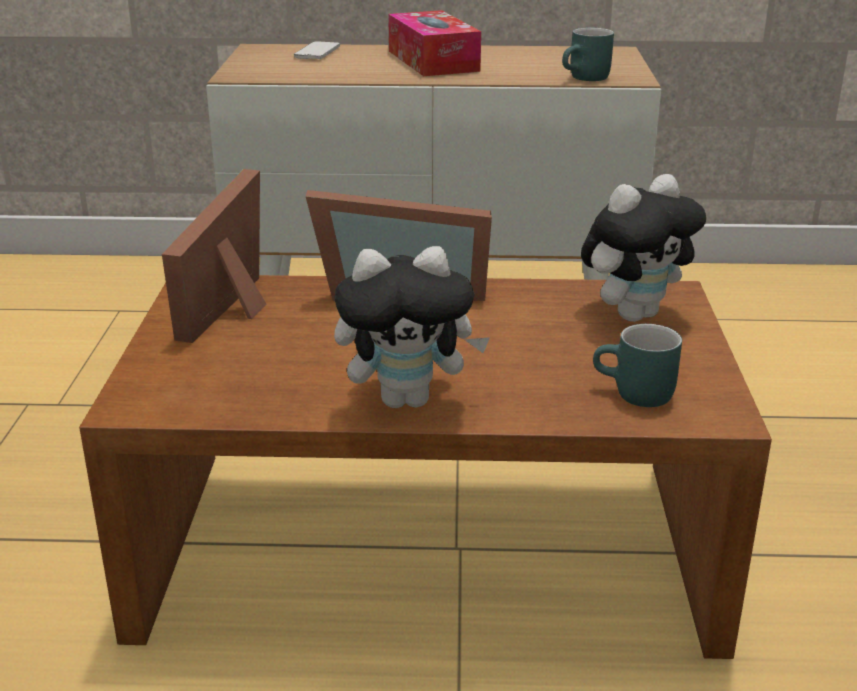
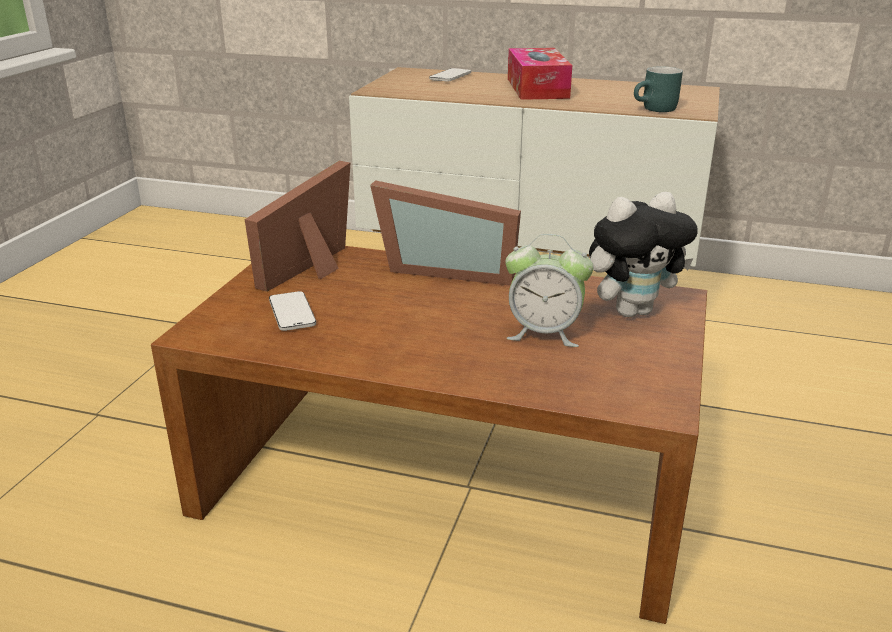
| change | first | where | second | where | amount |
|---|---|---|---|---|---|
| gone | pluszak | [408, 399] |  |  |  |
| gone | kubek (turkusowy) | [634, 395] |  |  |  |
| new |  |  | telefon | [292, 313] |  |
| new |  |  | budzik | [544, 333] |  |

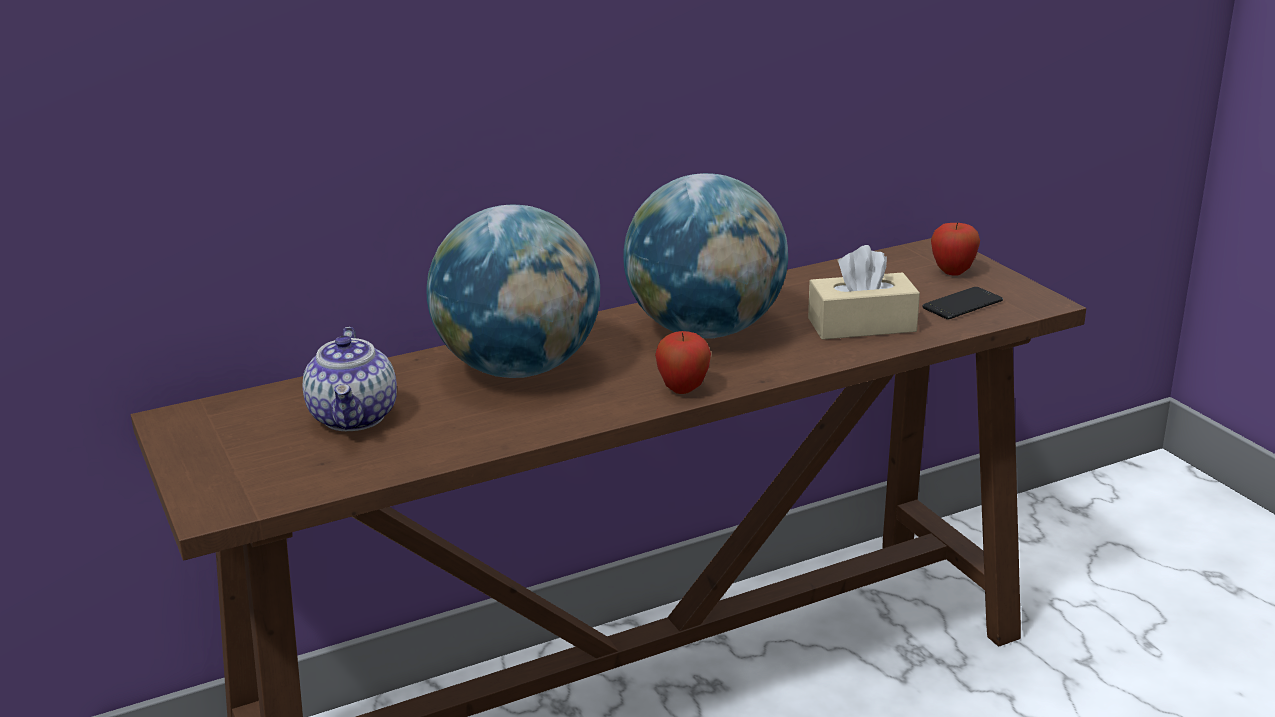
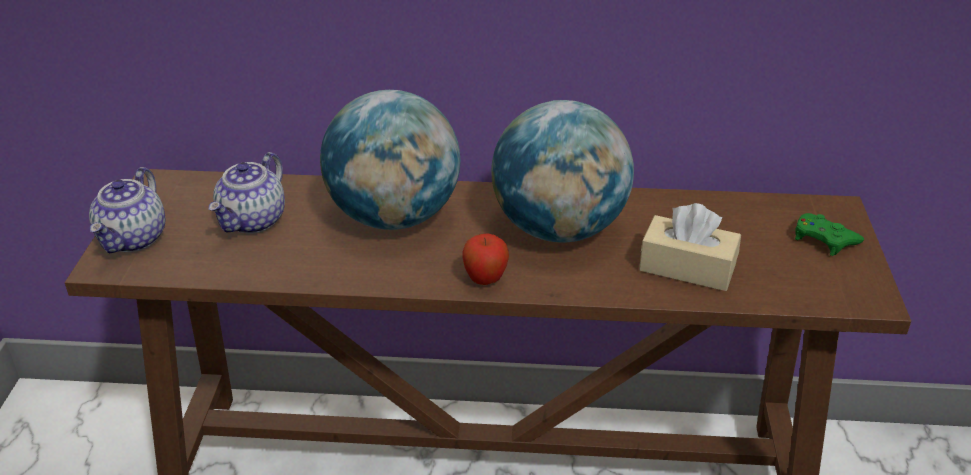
| change | first | where | second | where | amount |
|---|---|---|---|---|---|
| gone | telefon | [962, 304] |  |  |  |
| swapped | jabłko | [952, 272] | pad do gier (zielony) | [824, 239] |  |
| new |  |  | imbryk | [134, 239] |  |

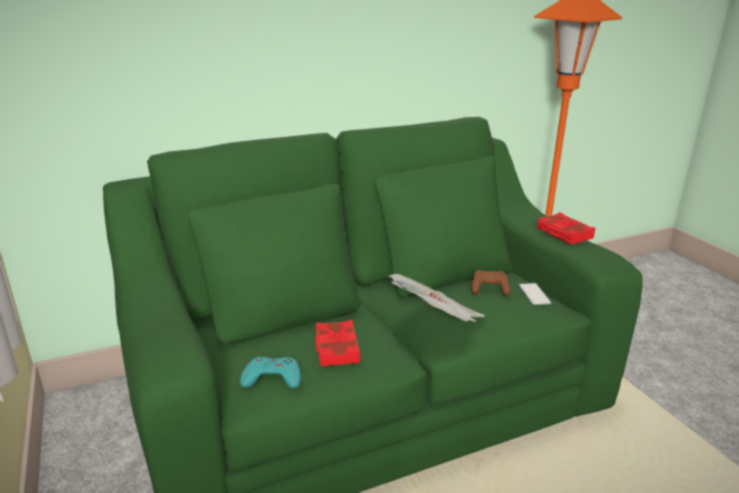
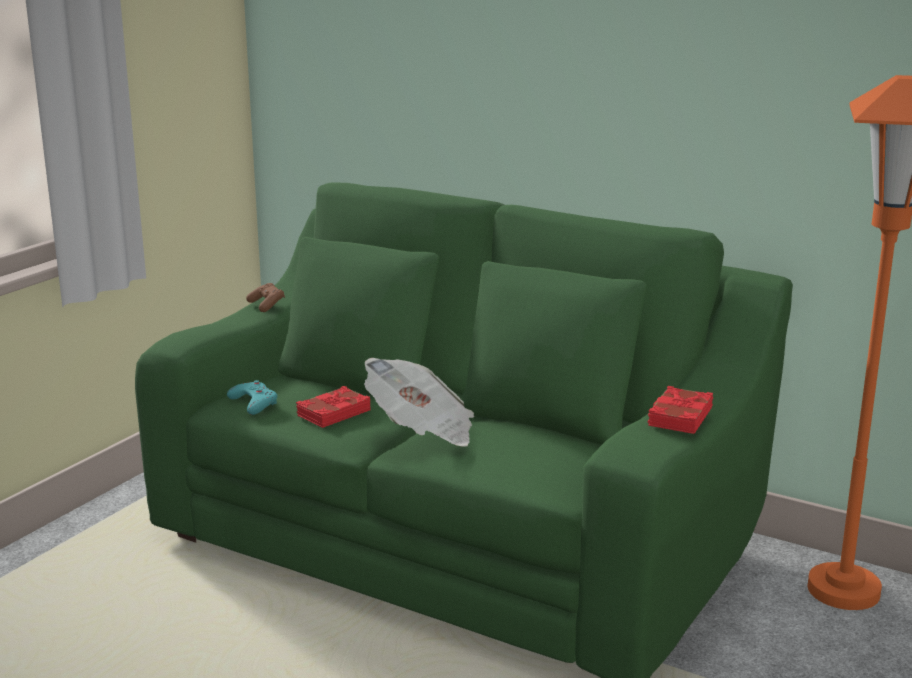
| change | first | where | second | where | amount |
|---|---|---|---|---|---|
| shifted | pad do gier (brązowy) | [489, 289] |  | [266, 305] |  |
| gone | telefon | [534, 294] |  |  |  |

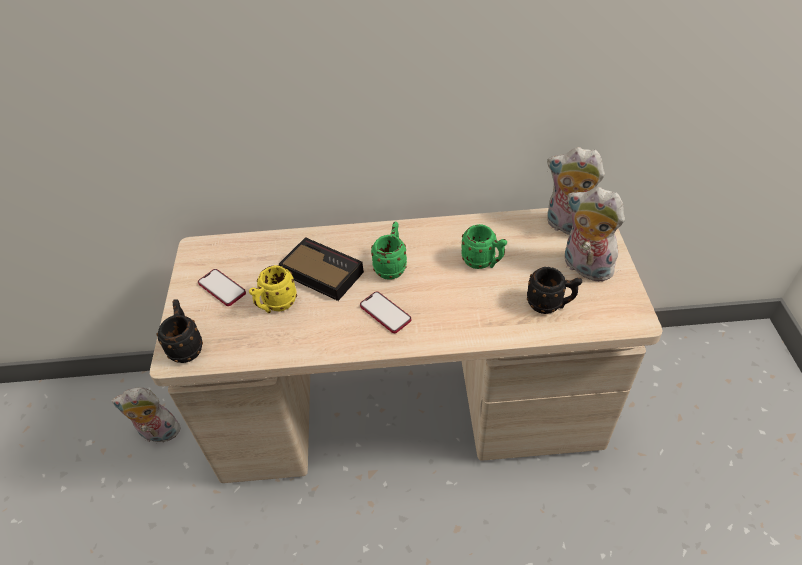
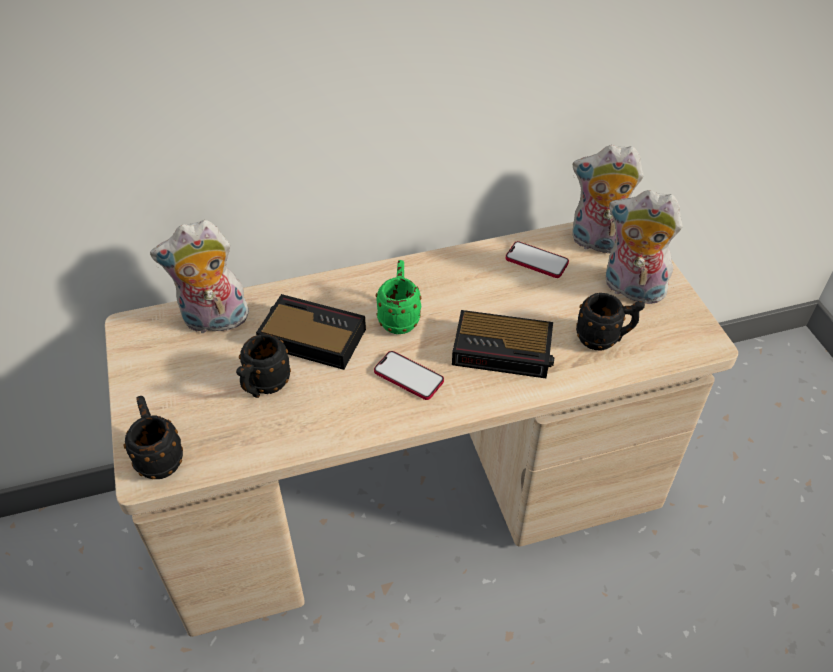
| change | first | where | second | where | amount |
|---|---|---|---|---|---|
| shifted | pluszak | [158, 434] |  | [214, 321] |  |
| shifted | telefon | [222, 288] |  | [536, 261] |  |
| repainted | kubek (żółty) | [276, 305] | kubek (czarny) | [264, 386] |  |
| gone | kubek (zielony) | [483, 262] |  |  |  |
| new |  |  | budzik | [504, 350] |  |

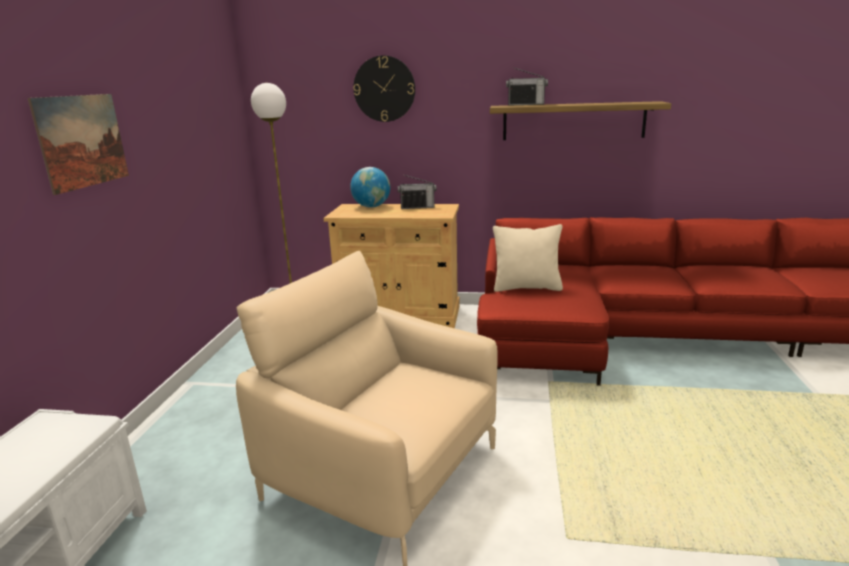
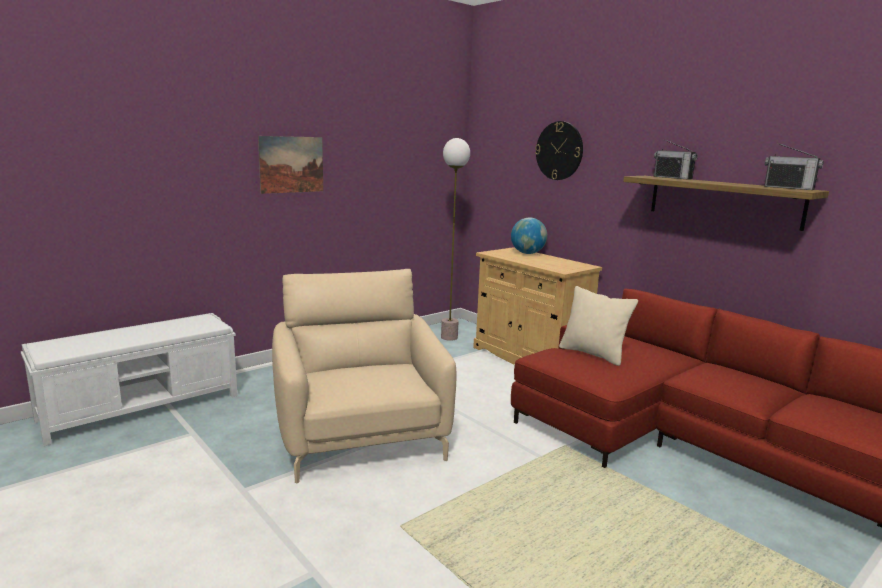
| change | first | where | second | where | amount |
|---|---|---|---|---|---|
| shifted | radio | [417, 207] |  | [789, 188] |  |

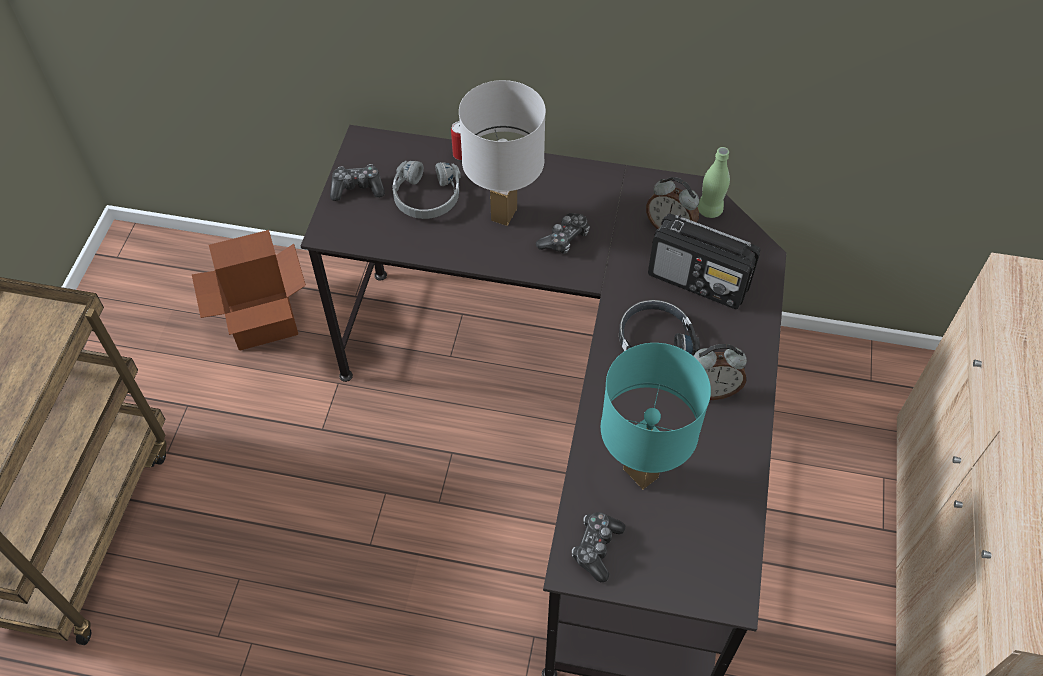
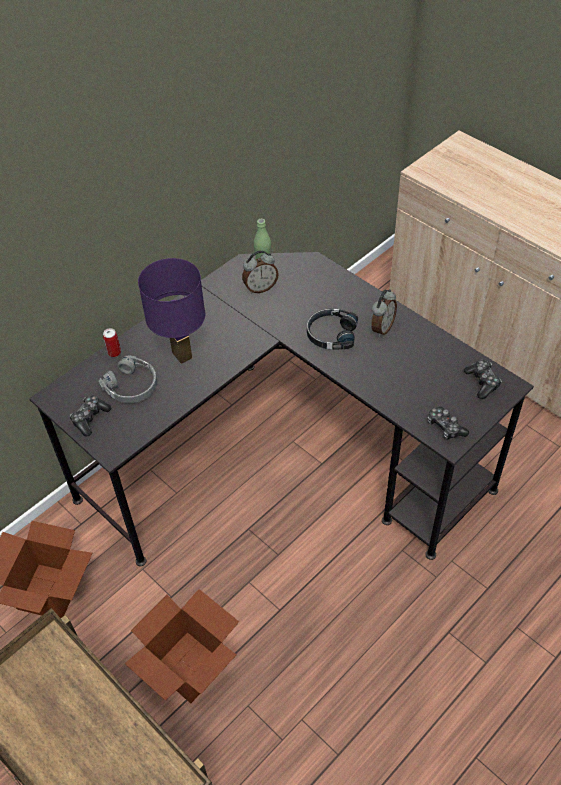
| change | first | where | second | where | amount |
|---|---|---|---|---|---|
| repainted | lampa stołowa (biały) | [503, 213] | lampa stołowa (fioletowy) | [181, 355] |  |
| shifted | pad do gier | [564, 239] |  | [482, 382] |  |
| gone | lampa stołowa (turkusowy) | [641, 473] |  |  |  |
| gone | radio | [699, 281] |  |  |  |
| new |  |  | karton | [189, 667] |  |

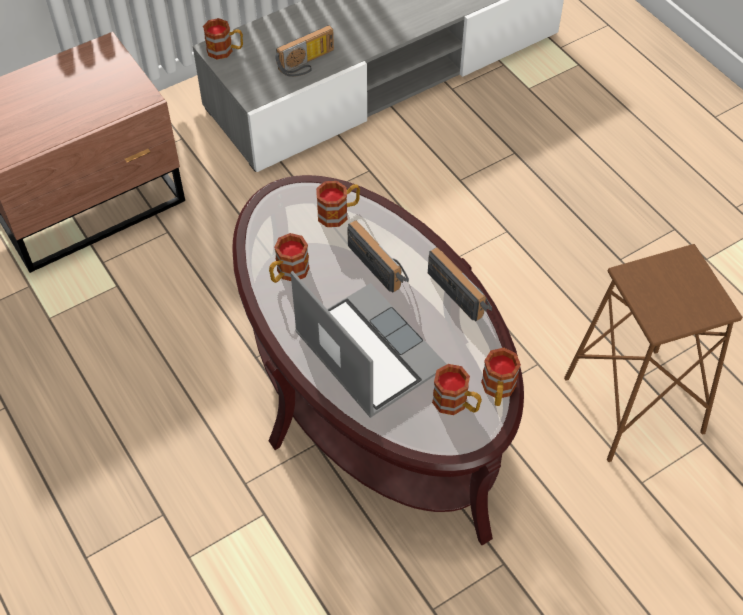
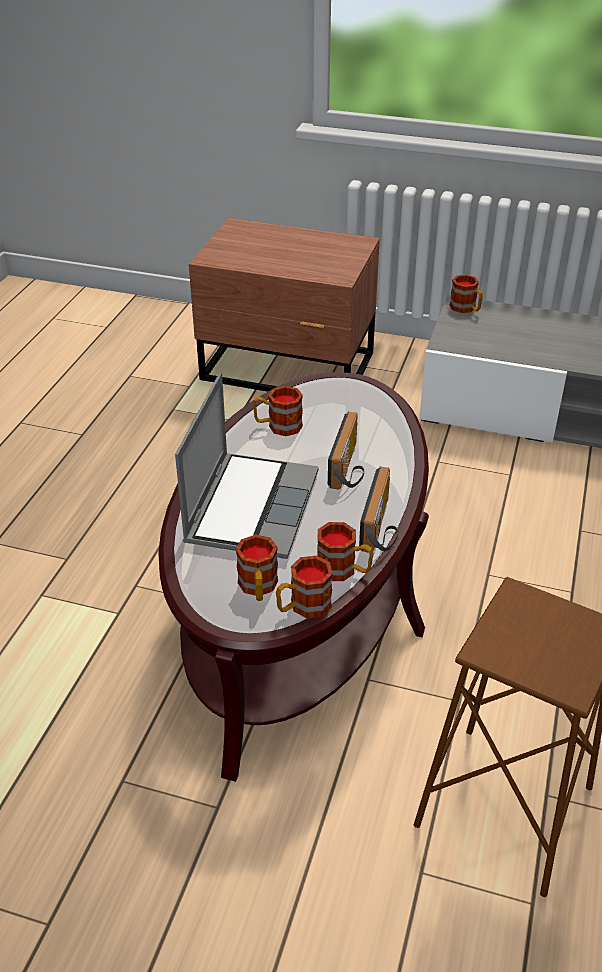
| change | first | where | second | where | amount |
|---|---|---|---|---|---|
| gone | radio | [307, 64] |  |  |  |
| shifted | kubek | [339, 213] |  | [344, 570] |  |

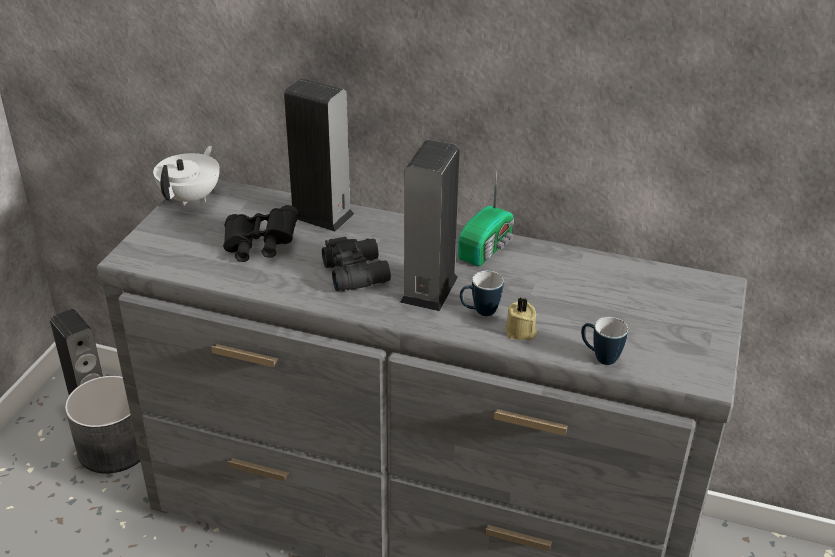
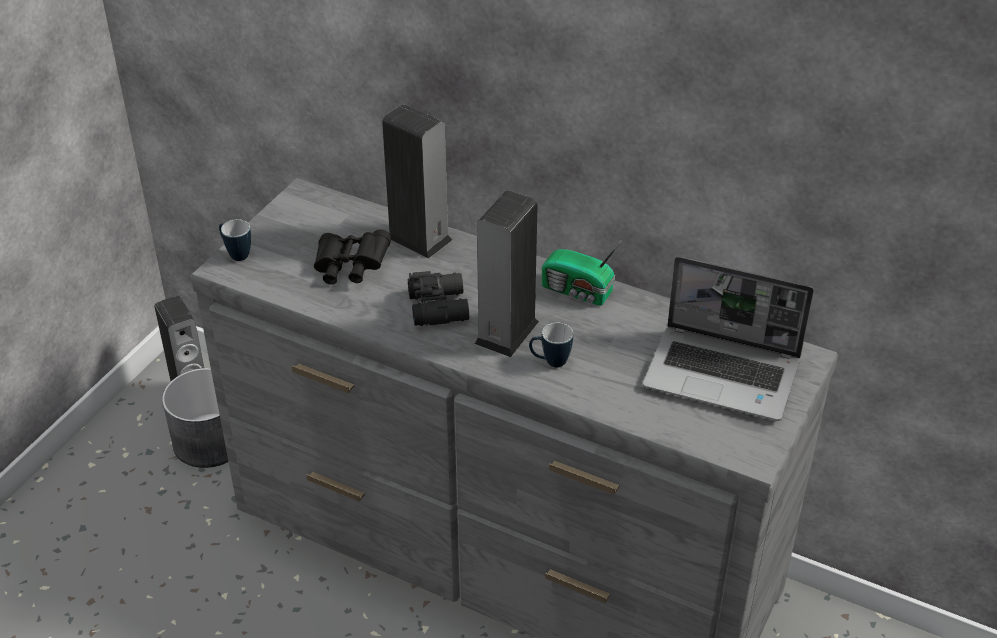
| change | first | where | second | where | amount |
|---|---|---|---|---|---|
| gone | imbryk (biały) | [191, 198] |  |  |  |
| rotated | radio | [487, 248] |  | [578, 292] | 75 degrees clockwise |
| gone | świeca (beżowy) | [521, 332] |  |  |  |
| shifted | kubek | [600, 357] |  | [236, 254] |  |
| new |  |  | laptop | [724, 374] |  |

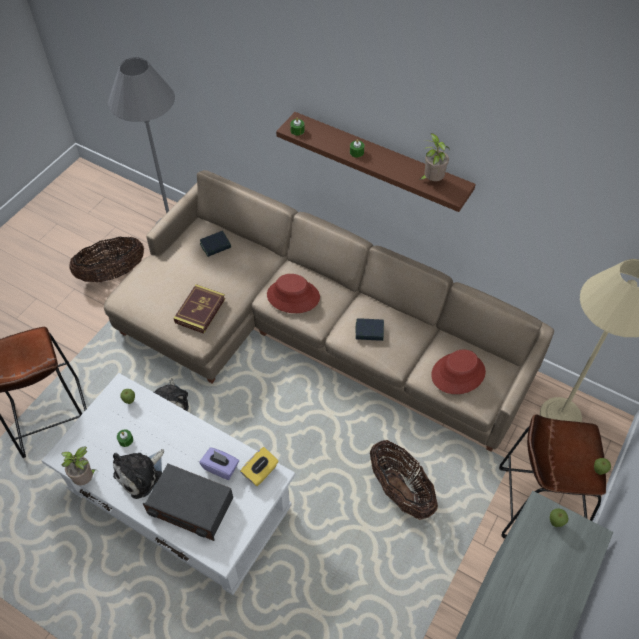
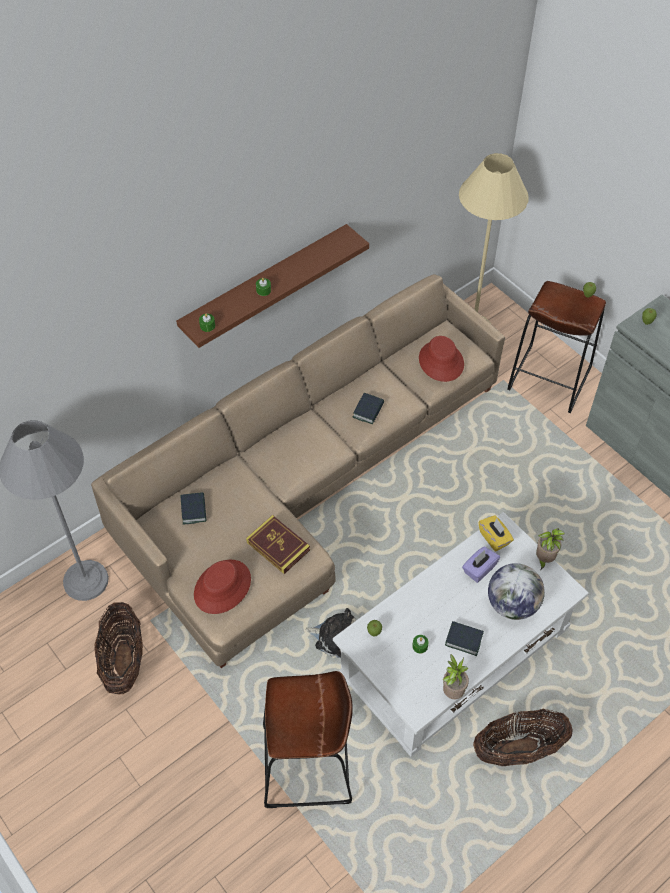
| change | first | where | second | where | amount |
|---|---|---|---|---|---|
| swapped | pluszak | [141, 474] | książka | [463, 639] |  |
| swapped | radio | [191, 507] | globus | [512, 604] |  |
| shifted | kapelusz (czerwony) | [293, 296] |  | [222, 587] |  |
| shifted | koszyk | [400, 490] |  | [518, 749] |  |
| shifted | roślina doniczkowa | [431, 180] |  | [544, 559] |  |

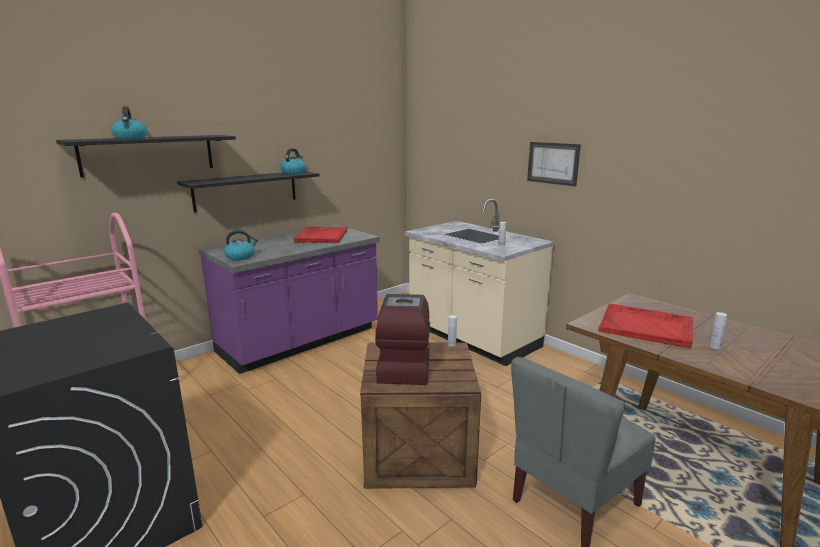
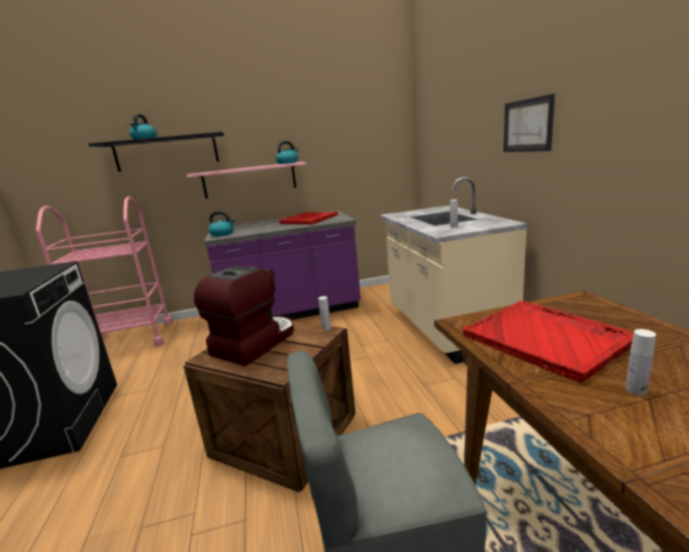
| change | first | where | second | where | amount |
|---|---|---|---|---|---|
| repainted | półka (czarny) | [246, 190] | półka (różowy) | [249, 180] |  |

